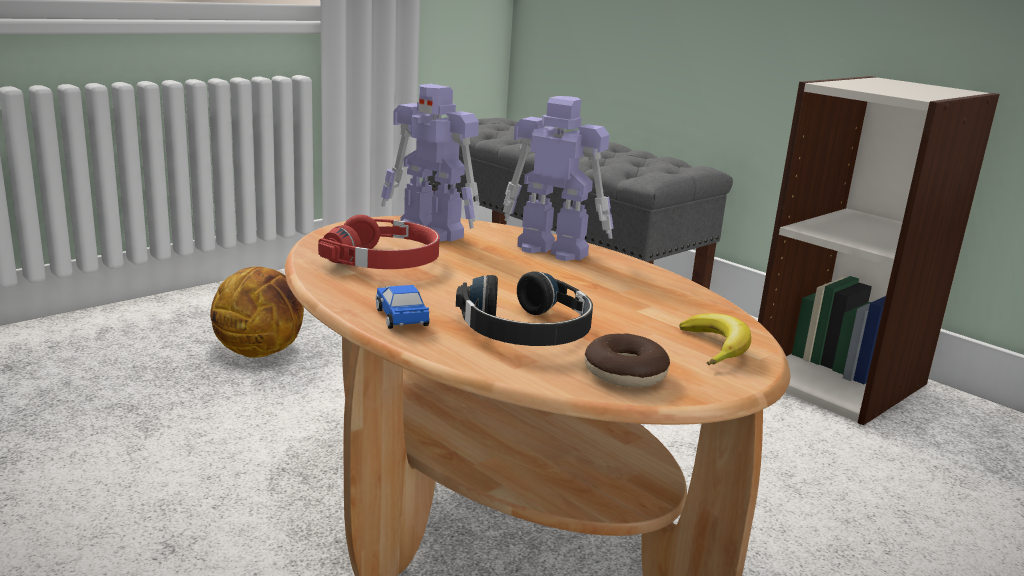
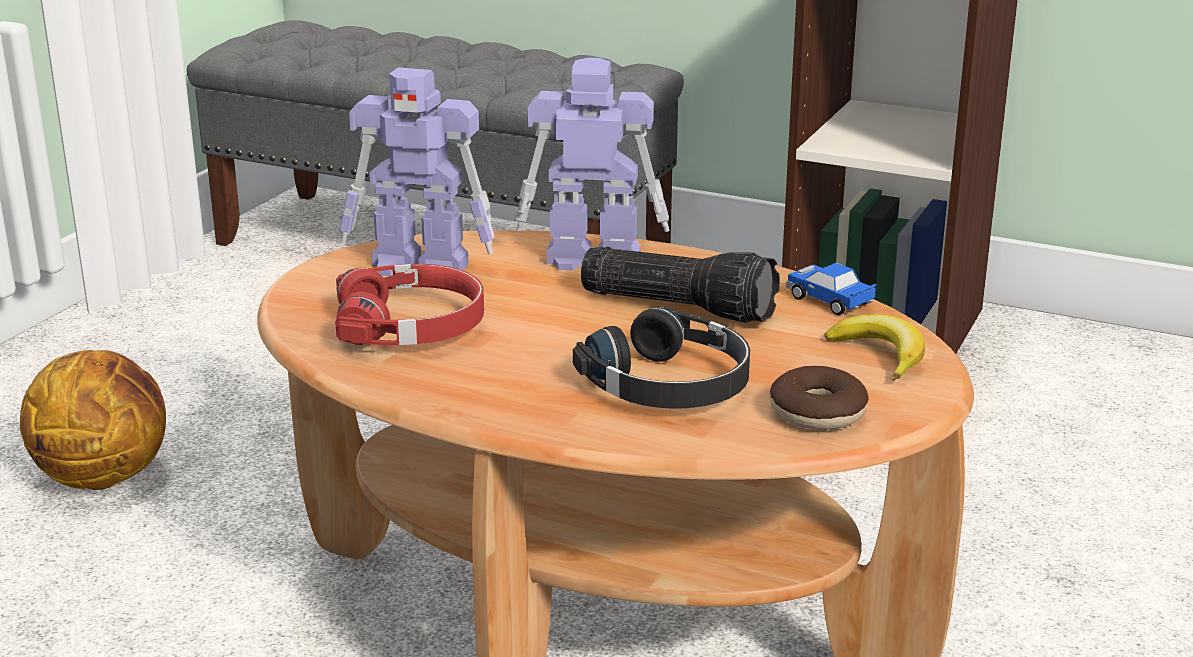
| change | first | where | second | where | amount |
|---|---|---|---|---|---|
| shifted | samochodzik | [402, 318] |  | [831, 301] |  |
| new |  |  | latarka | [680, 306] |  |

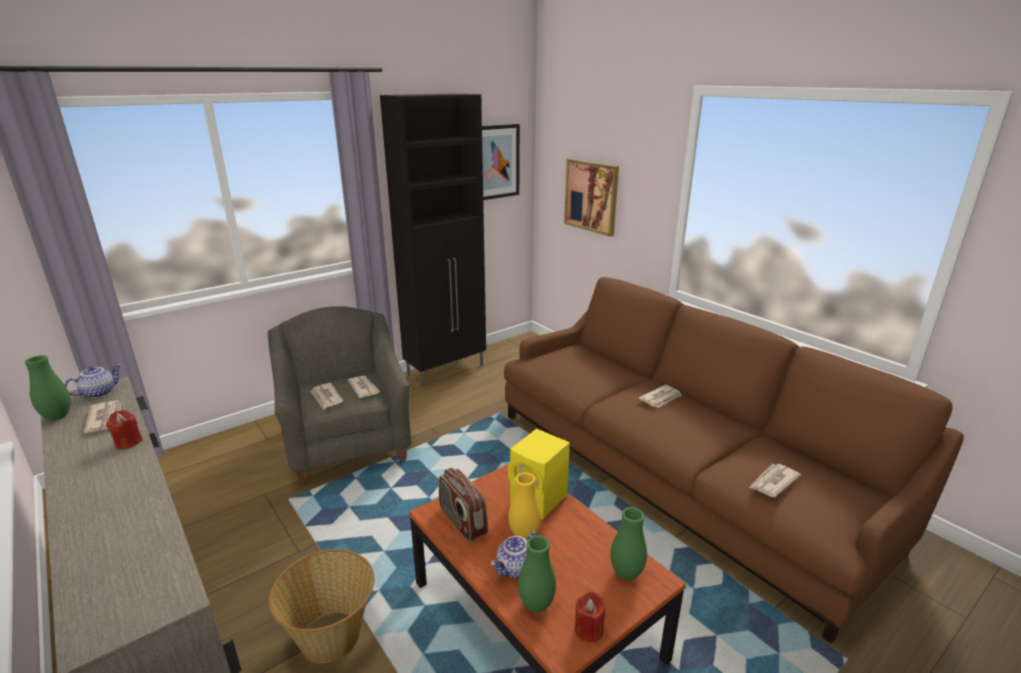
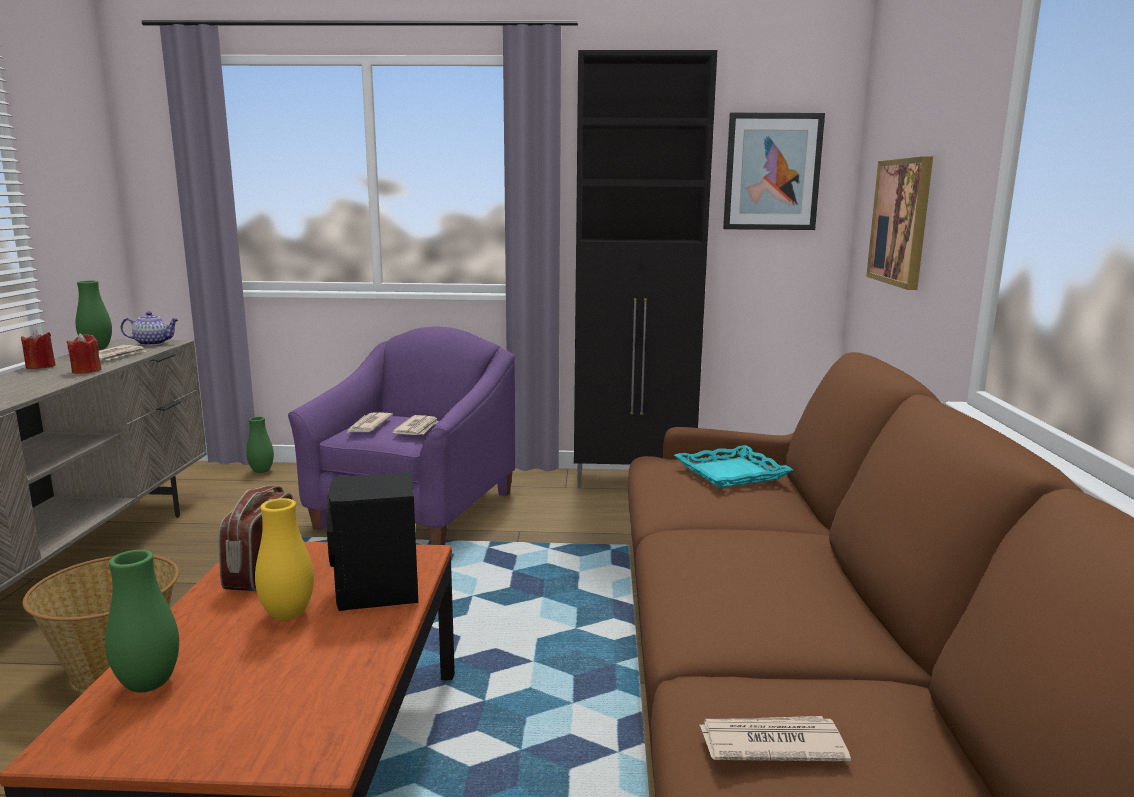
| change | first | where | second | where | amount |
|---|---|---|---|---|---|
| repainted | fotel (szary) | [348, 441] | fotel (fioletowy) | [415, 510] |  |
| gone | imbryk | [516, 569] |  |  |  |
| repainted | głośnik (żółty) | [540, 500] | głośnik (czarny) | [377, 593] |  |
| shifted | świeca (czerwony) | [588, 630] |  | [40, 367] |  |
| shifted | wazon (zielony) | [626, 573] |  | [261, 471] |  |
| gone | gazeta | [661, 398] |  |  |  |
| new |  |  | taca (turkusowy) | [731, 473] |  |

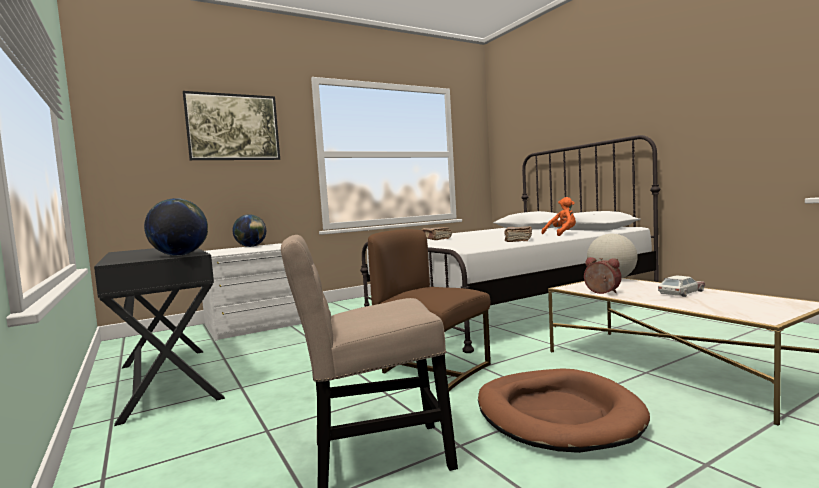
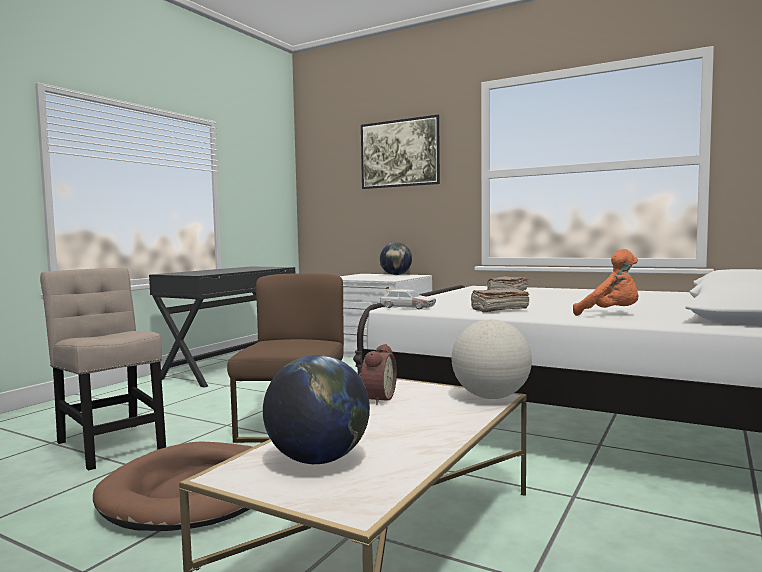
| change | first | where | second | where | amount |
|---|---|---|---|---|---|
| shifted | globus | [180, 255] |  | [318, 460] |  |
| shifted | samochodzik | [681, 293] |  | [407, 307] |  |

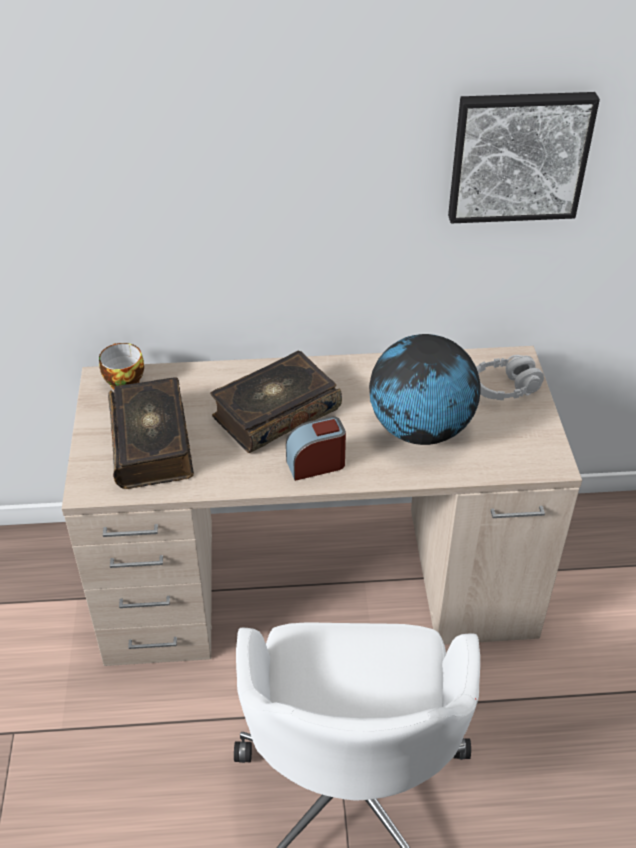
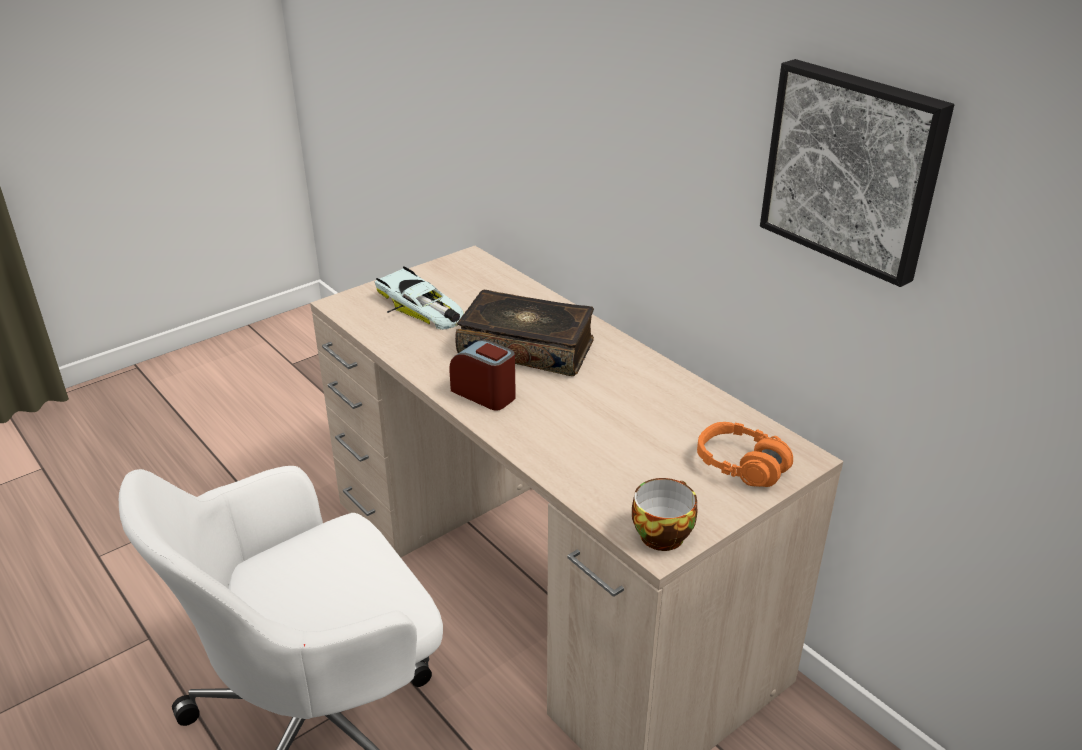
| change | first | where | second | where | amount |
|---|---|---|---|---|---|
| shifted | filiżanka | [122, 380] |  | [662, 533] |  |
| swapped | książka | [153, 443] | samochodzik | [421, 308] |  |
| gone | globus | [420, 430] |  |  |  |
| repainted | słuchawki (szary) | [505, 387] | słuchawki (pomarańczowy) | [741, 466] |  |

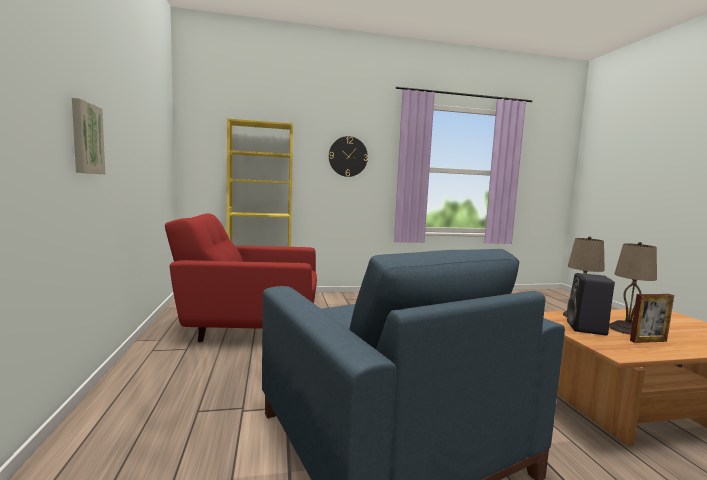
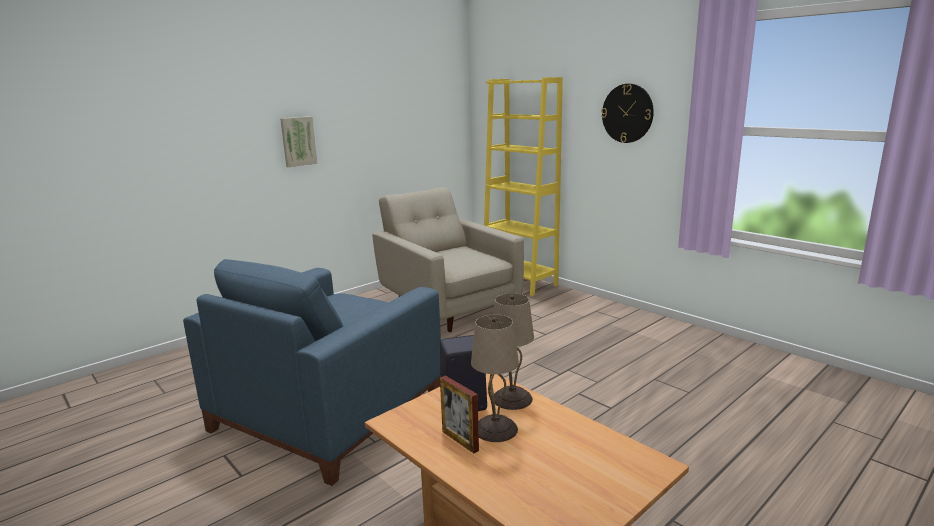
| change | first | where | second | where | amount |
|---|---|---|---|---|---|
| repainted | fotel (czerwony) | [249, 328] | fotel (beżowy) | [447, 306] |  |

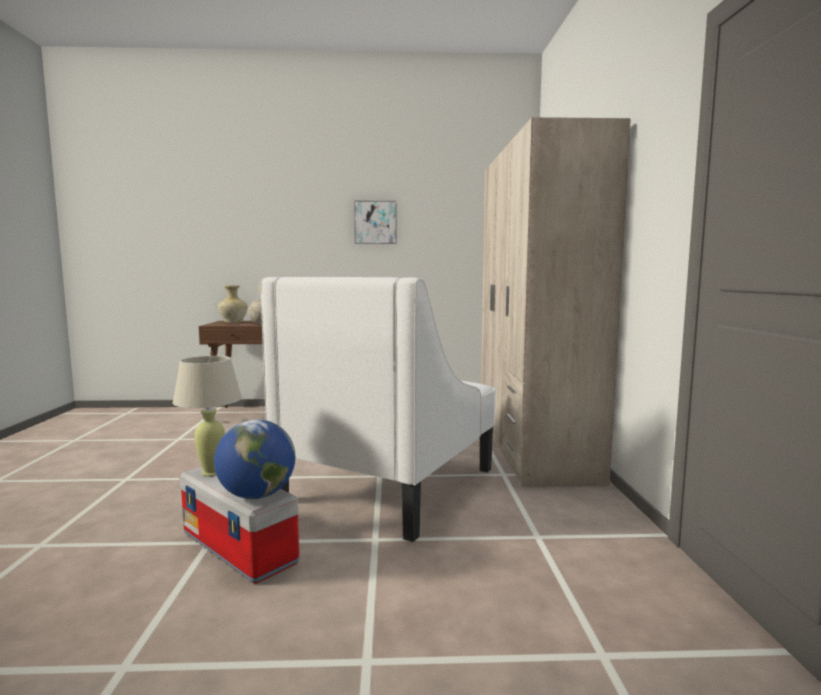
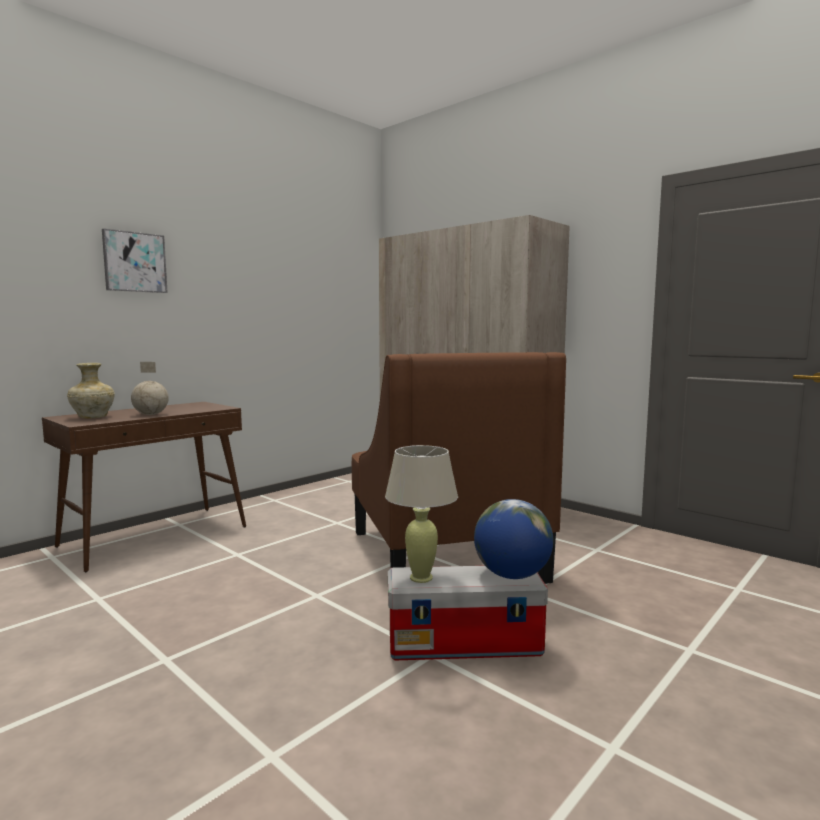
| change | first | where | second | where | amount |
|---|---|---|---|---|---|
| repainted | fotel (biały) | [391, 484] | fotel (brązowy) | [442, 554] |  |
| shifted | obraz | [375, 222] |  | [134, 262] |  |

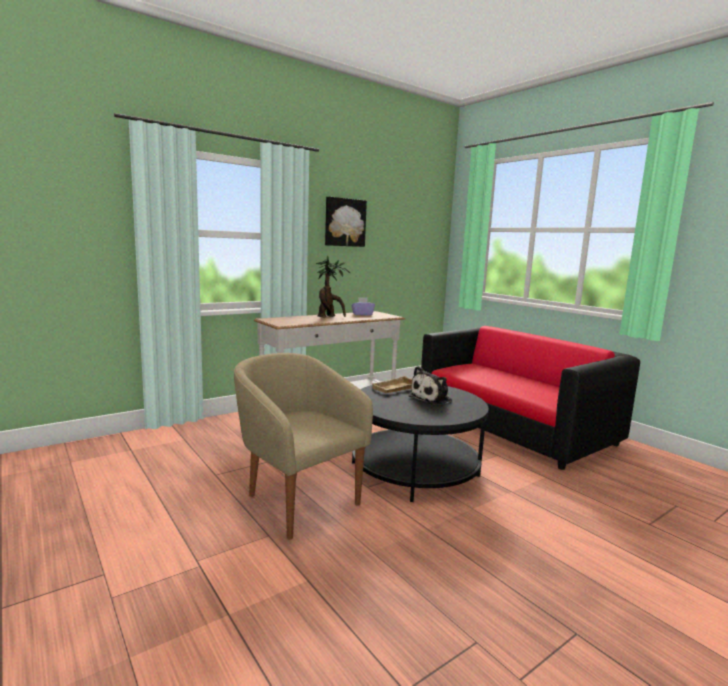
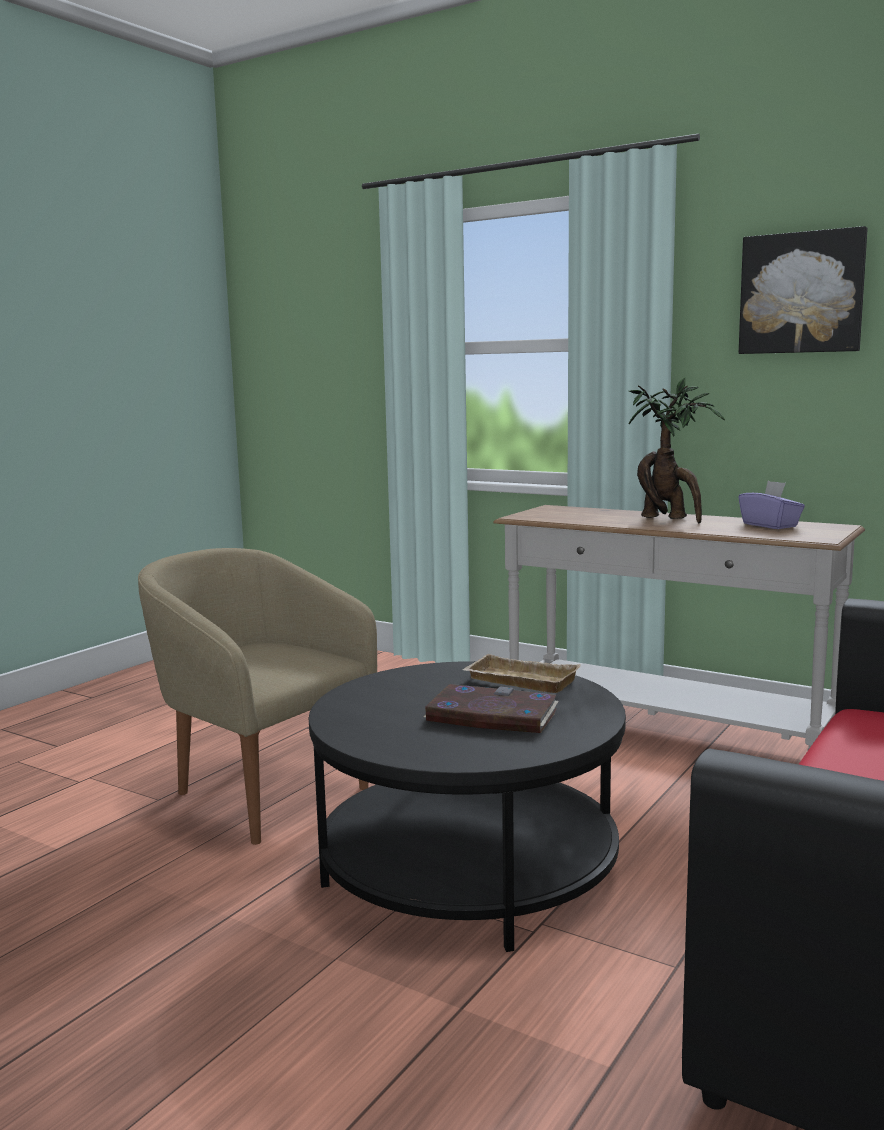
| change | first | where | second | where | amount |
|---|---|---|---|---|---|
| rotated | fotel (beżowy) | [297, 501] |  | [261, 794] | 75 degrees counterclockwise |
| swapped | pluszak | [432, 399] | książka | [491, 716] |  |

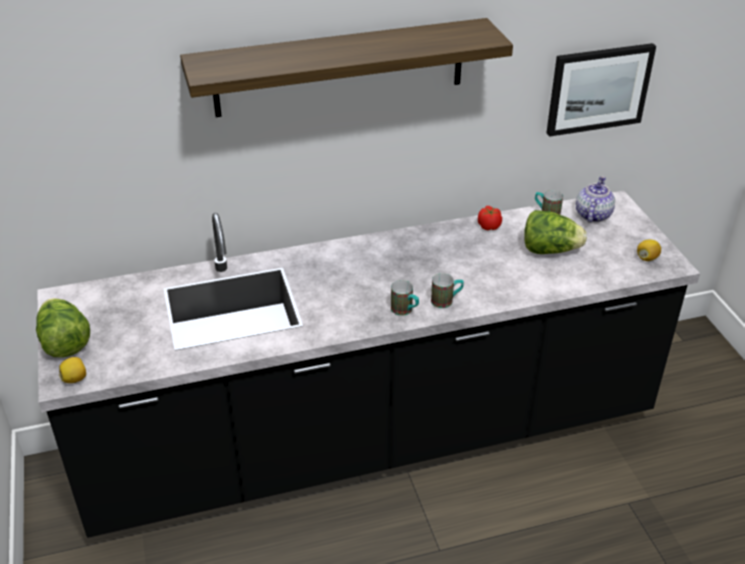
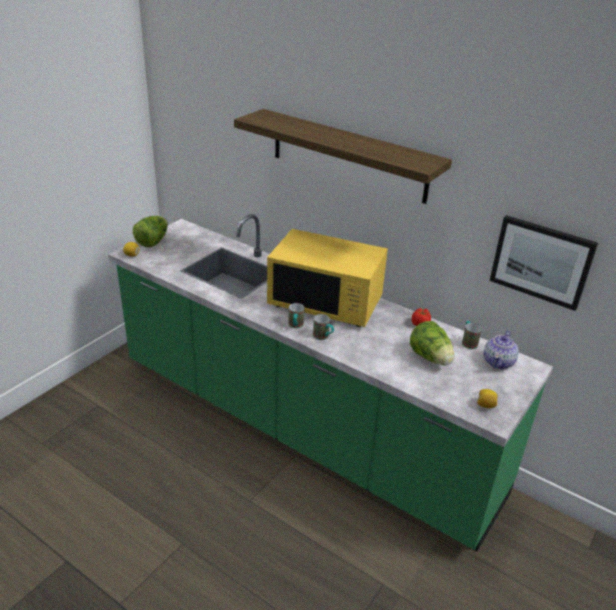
| change | first | where | second | where | amount |
|---|---|---|---|---|---|
| repainted | zabudowa kuchenna (czarny) | [372, 441] | zabudowa kuchenna (zielony) | [302, 428] |  |
| rotated | imbryk | [592, 215] |  | [498, 362] | 135 degrees clockwise |
| new |  |  | mikrofalówka (żółty) | [326, 303] |  |

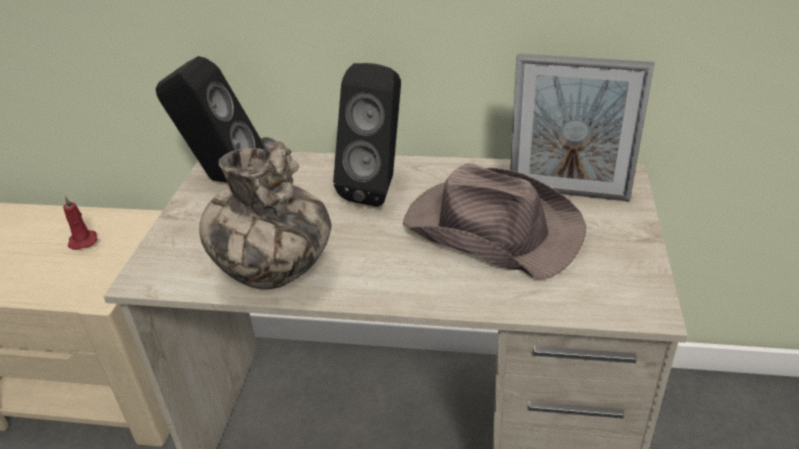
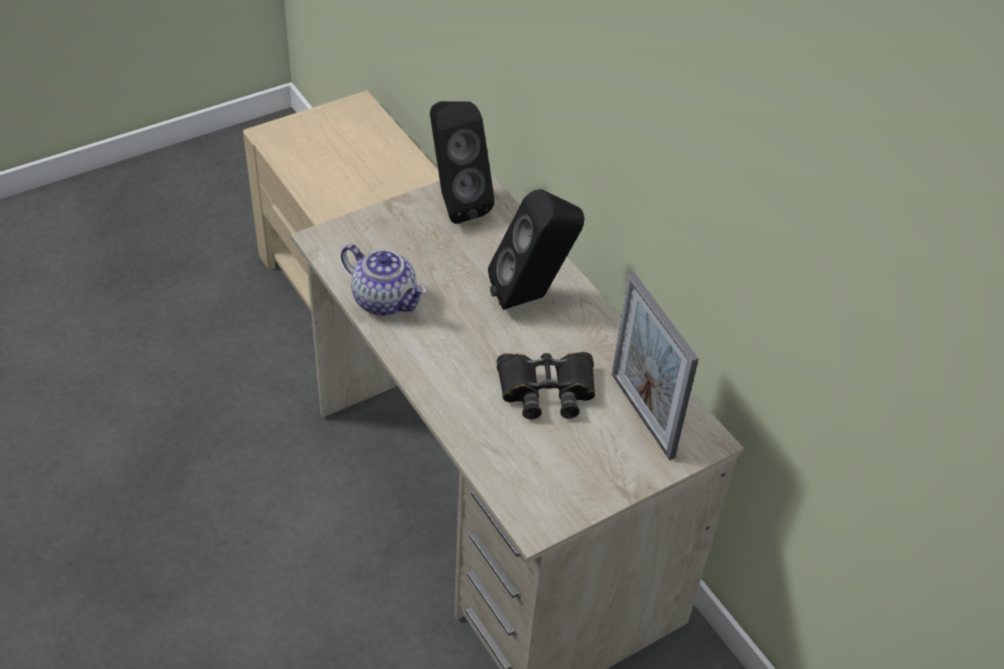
| change | first | where | second | where | amount |
|---|---|---|---|---|---|
| gone | świeca (czerwony) | [83, 240] |  |  |  |
| swapped | wazon | [274, 273] | imbryk | [385, 300] |  |
| swapped | kapelusz (brązowy) | [490, 228] | lornetka (czarny) | [546, 389] |  |

